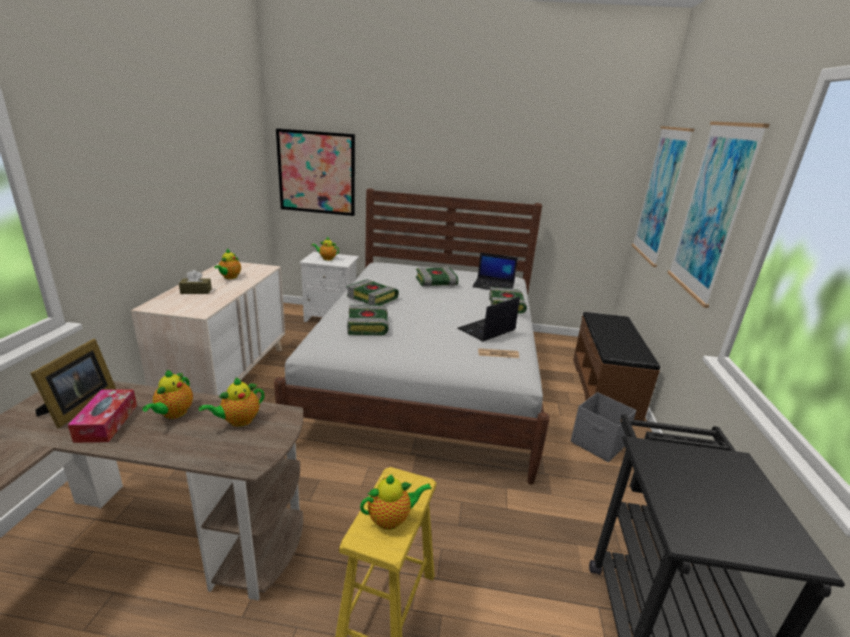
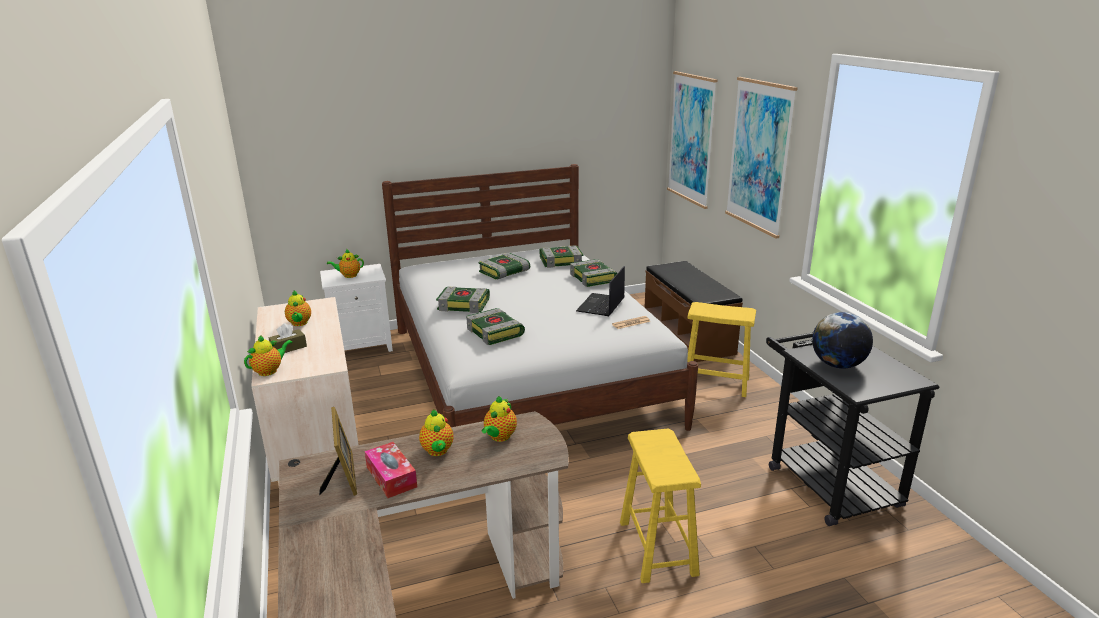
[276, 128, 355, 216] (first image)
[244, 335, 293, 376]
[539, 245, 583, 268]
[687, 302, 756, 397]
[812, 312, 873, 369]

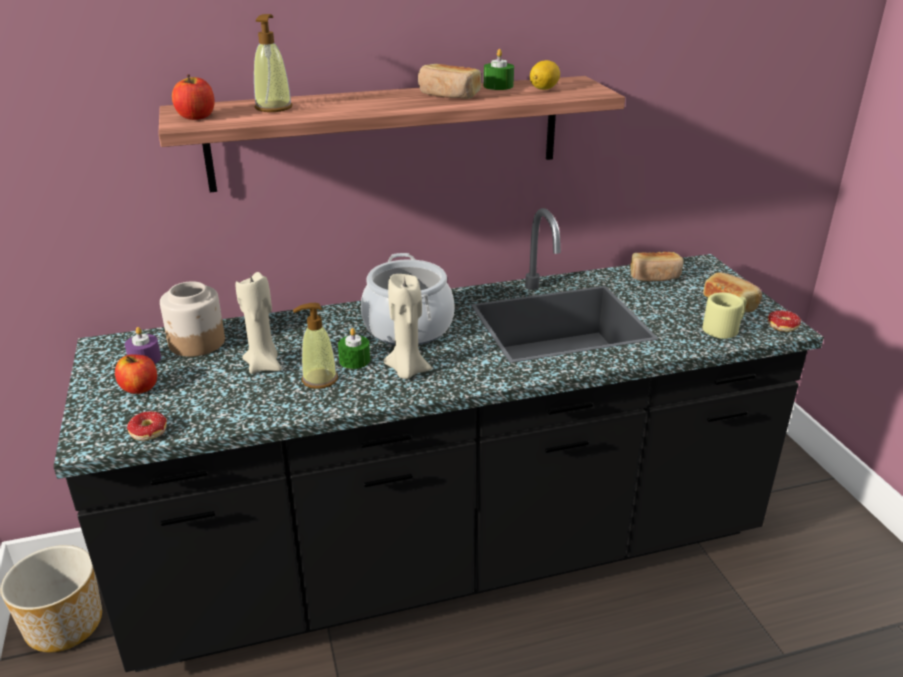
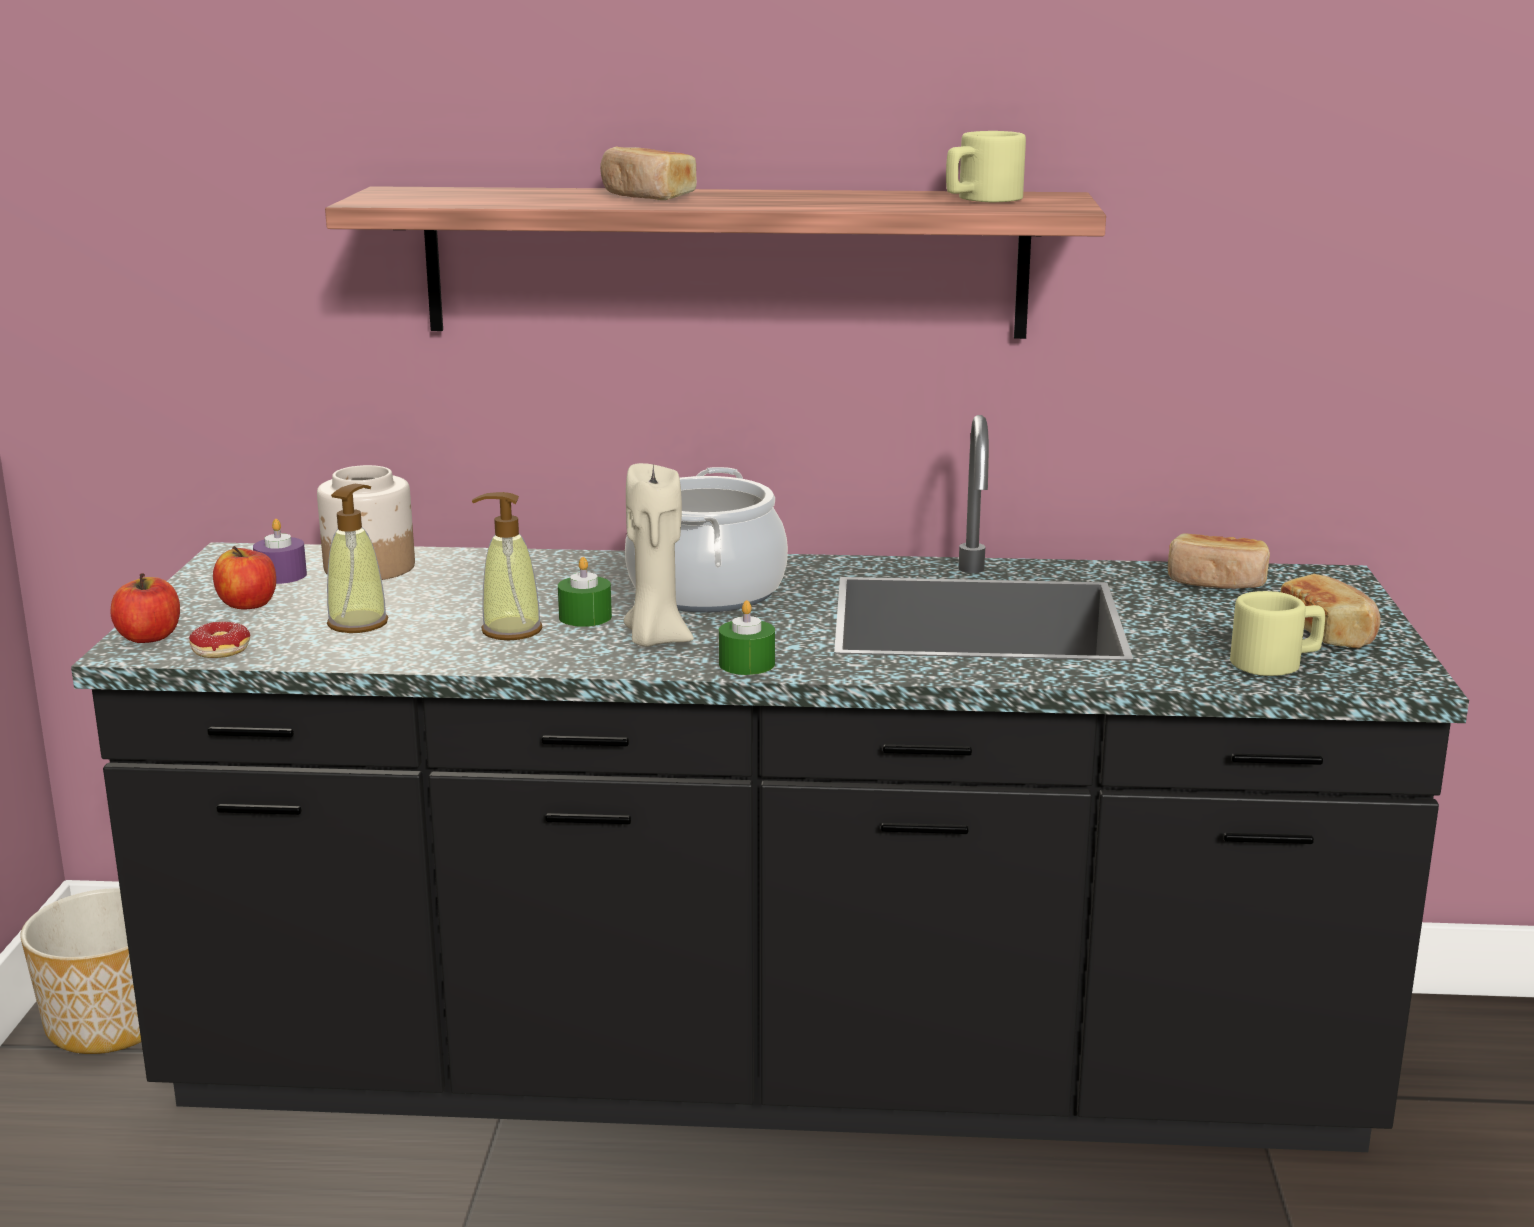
[110, 573, 180, 643]
[236, 272, 282, 374] (first image)
[327, 484, 388, 633]
[600, 146, 697, 200]
[719, 600, 775, 675]
[946, 131, 1026, 202]
[768, 310, 801, 332] (first image)

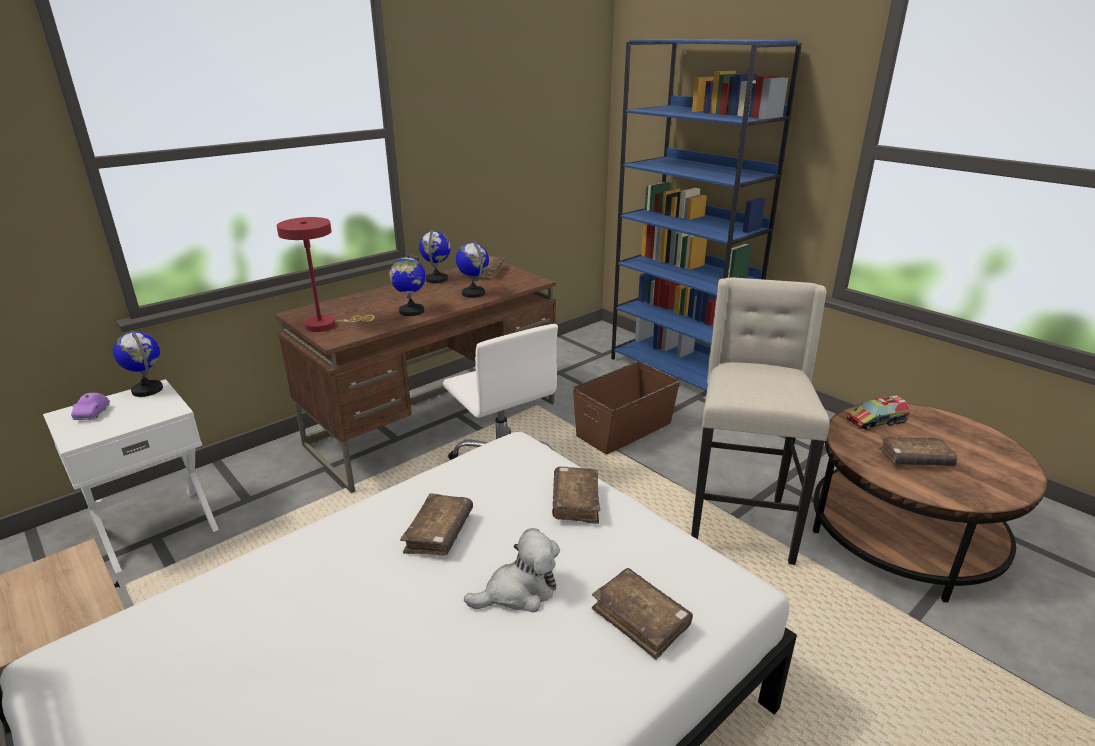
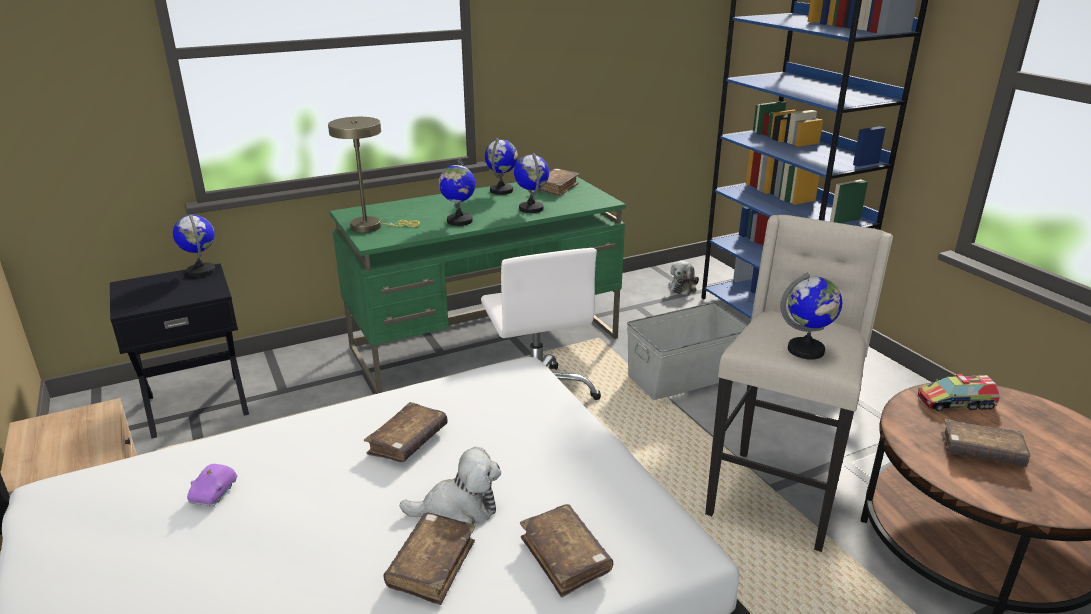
[110, 264, 249, 439]
[187, 464, 237, 507]
[330, 176, 626, 394]
[328, 117, 420, 233]
[384, 513, 476, 605]
[627, 302, 748, 400]
[668, 261, 699, 295]
[781, 273, 842, 360]

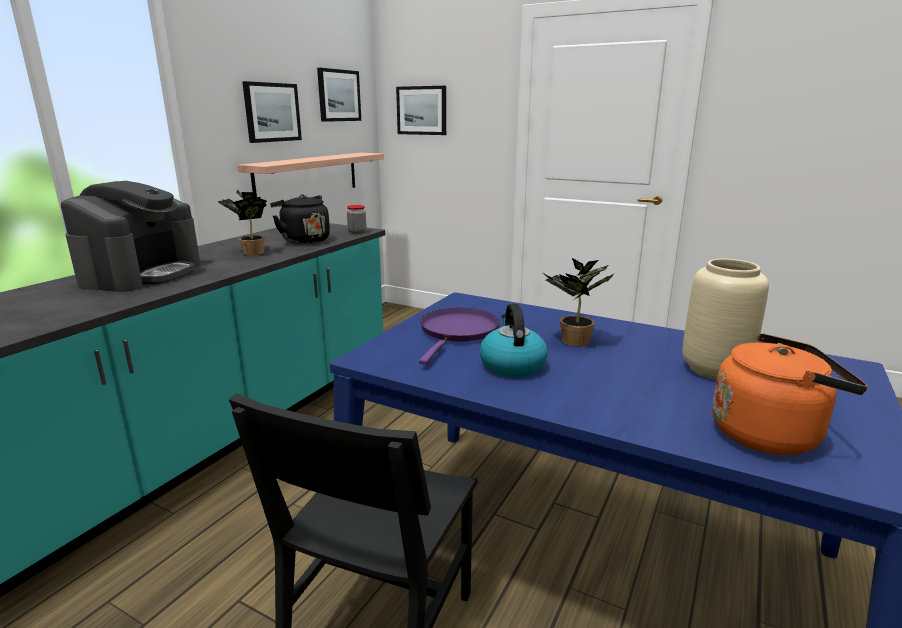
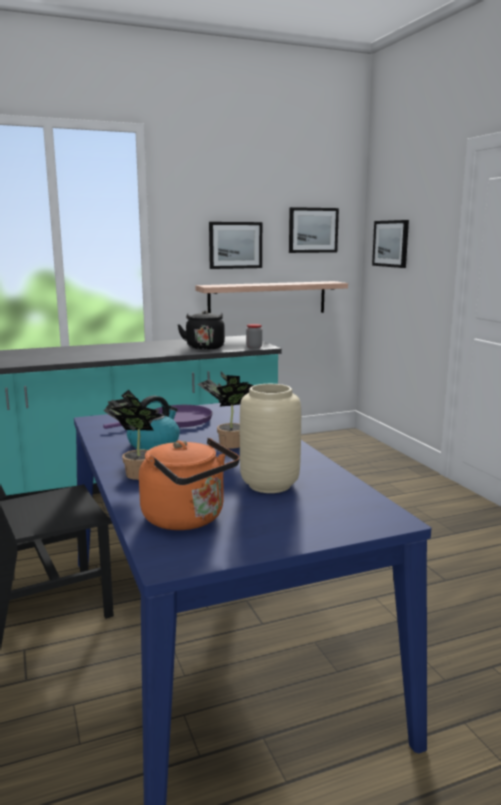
[61, 181, 200, 292] (first image)
[104, 390, 164, 480]

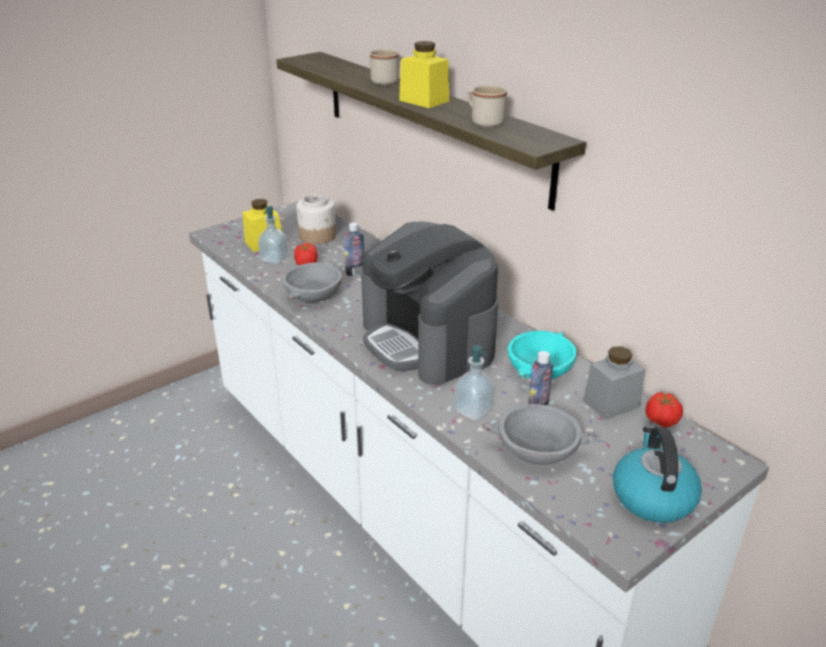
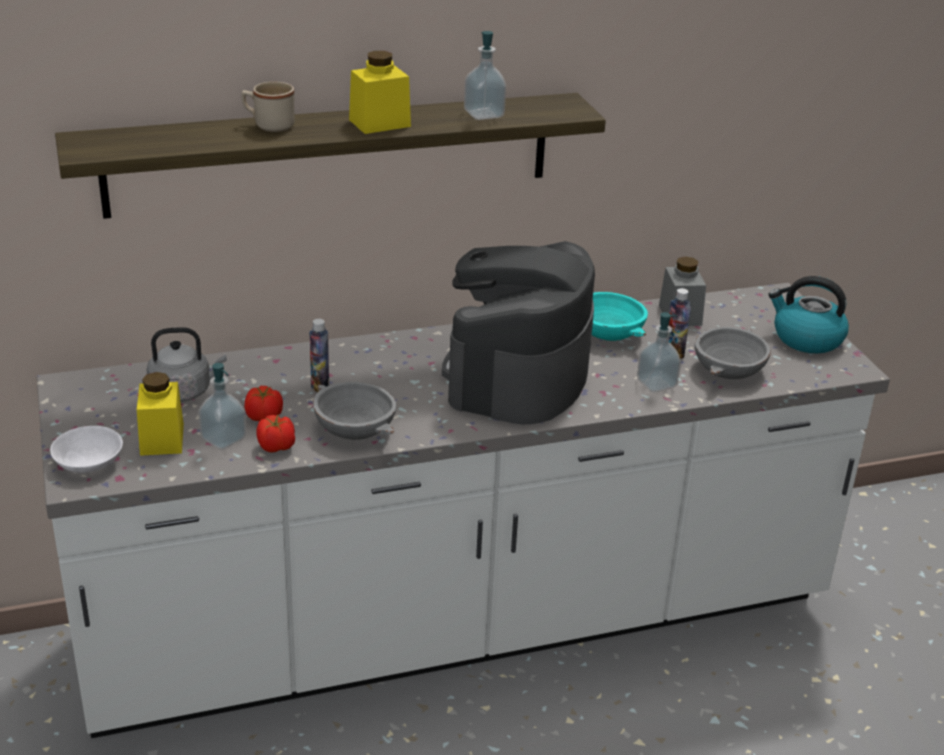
[147, 327, 227, 402]
[442, 241, 595, 425]
[464, 31, 506, 120]
[256, 414, 295, 453]
[50, 426, 123, 473]

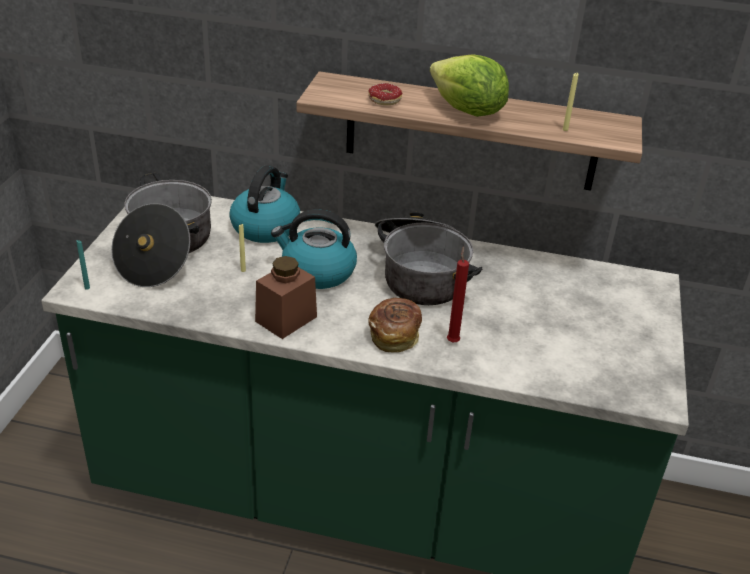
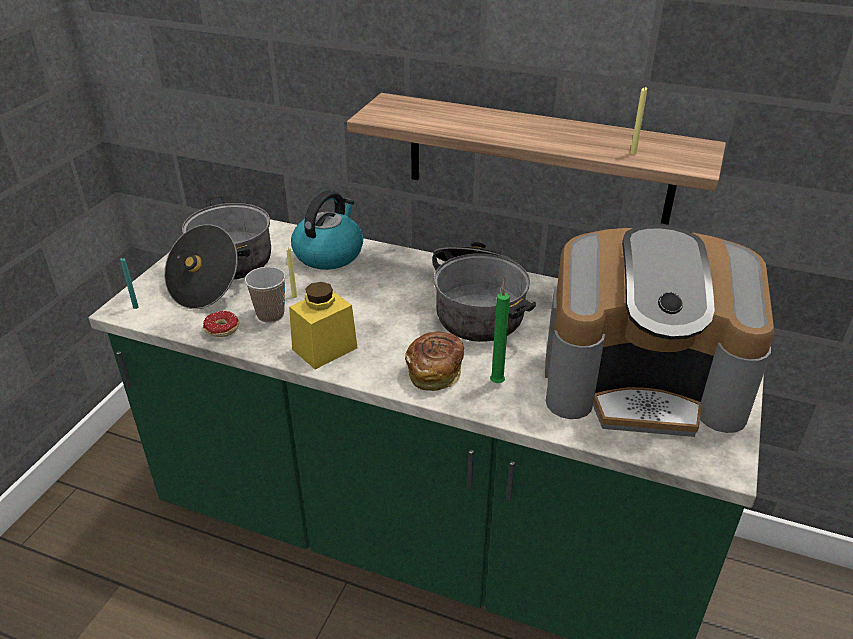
[289, 282, 358, 369]
[271, 209, 357, 289] (first image)
[203, 311, 239, 337]
[430, 54, 509, 117] (first image)
[490, 278, 510, 383]
[245, 267, 286, 323]
[545, 225, 774, 437]

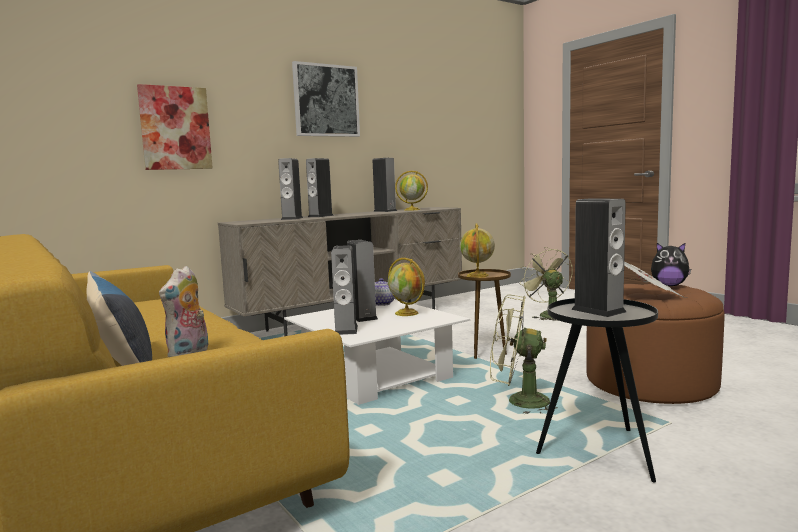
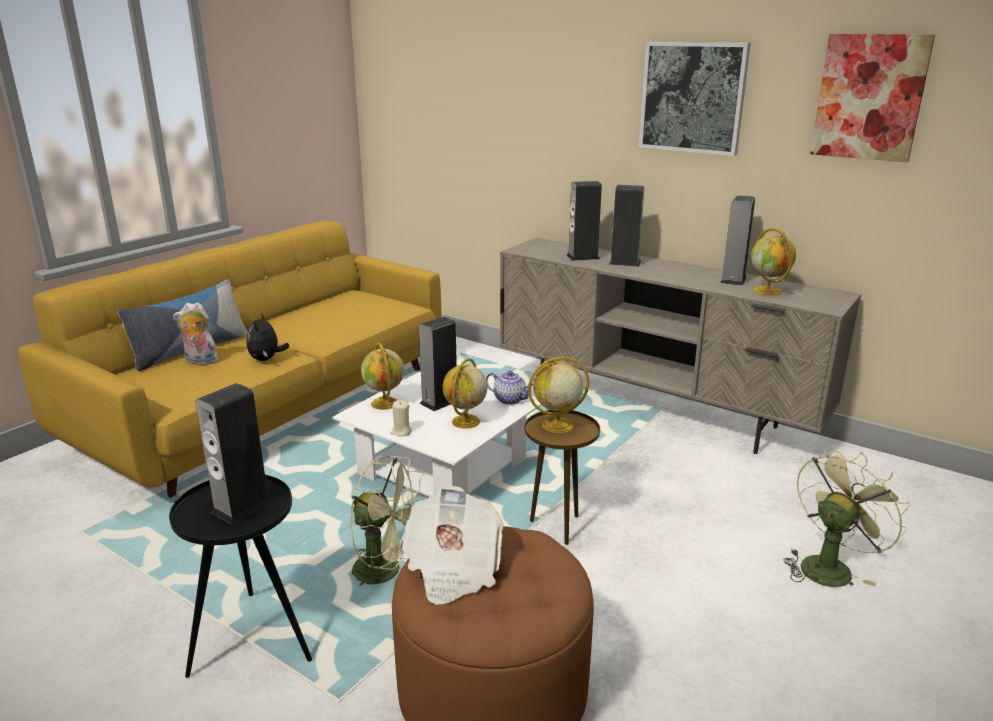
[810, 34, 935, 162]
[361, 343, 404, 410]
[350, 455, 425, 587]
[246, 314, 289, 361]
[390, 400, 412, 436]

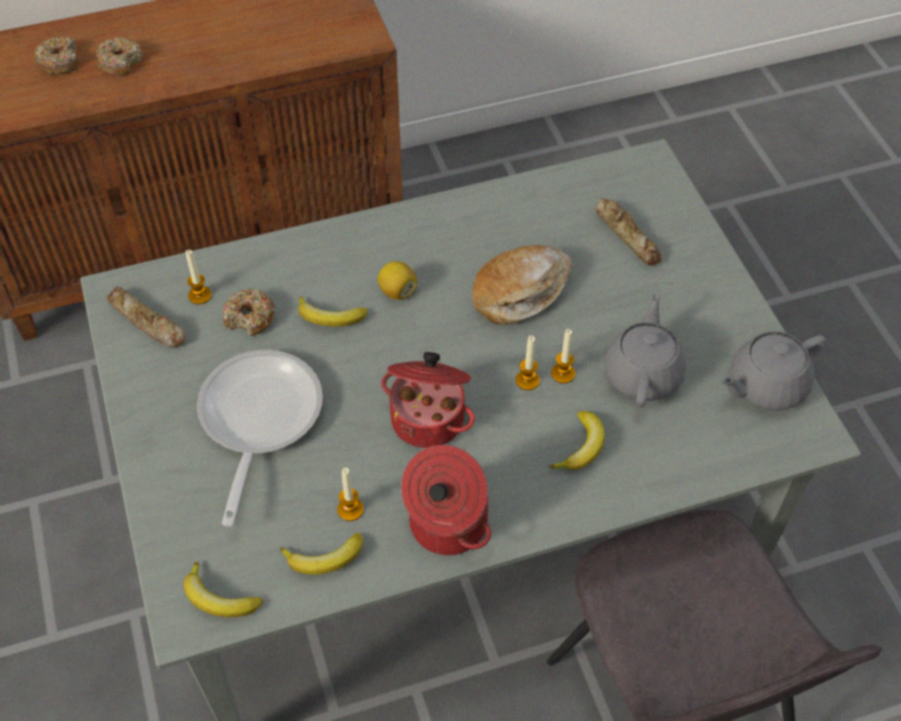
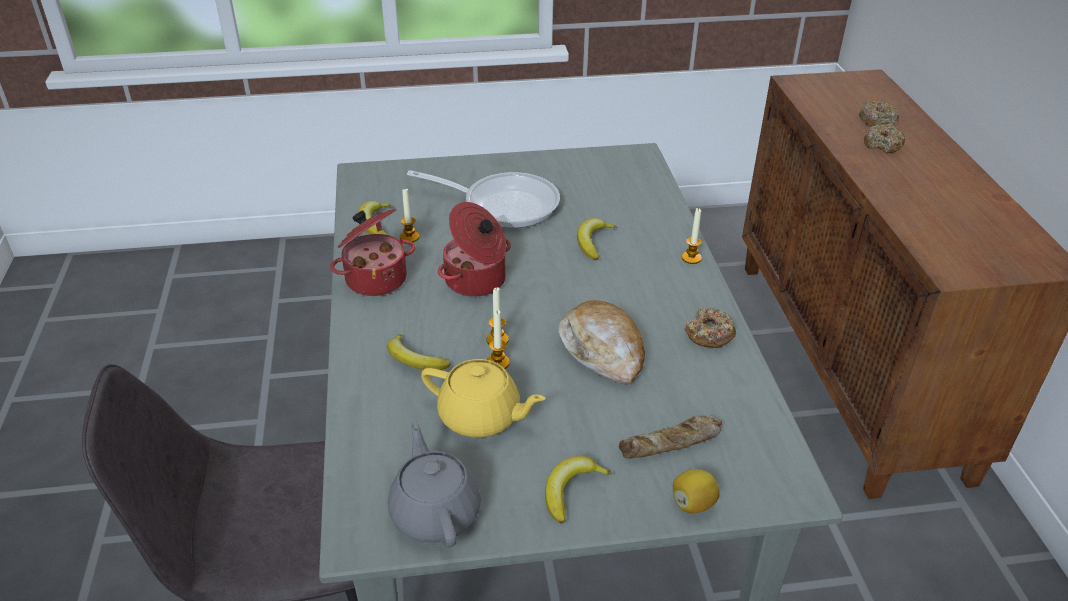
[107, 287, 186, 348] (first image)
[545, 456, 612, 523]
[682, 208, 702, 264]
[684, 307, 736, 348]
[673, 469, 720, 513]
[421, 359, 546, 438]

